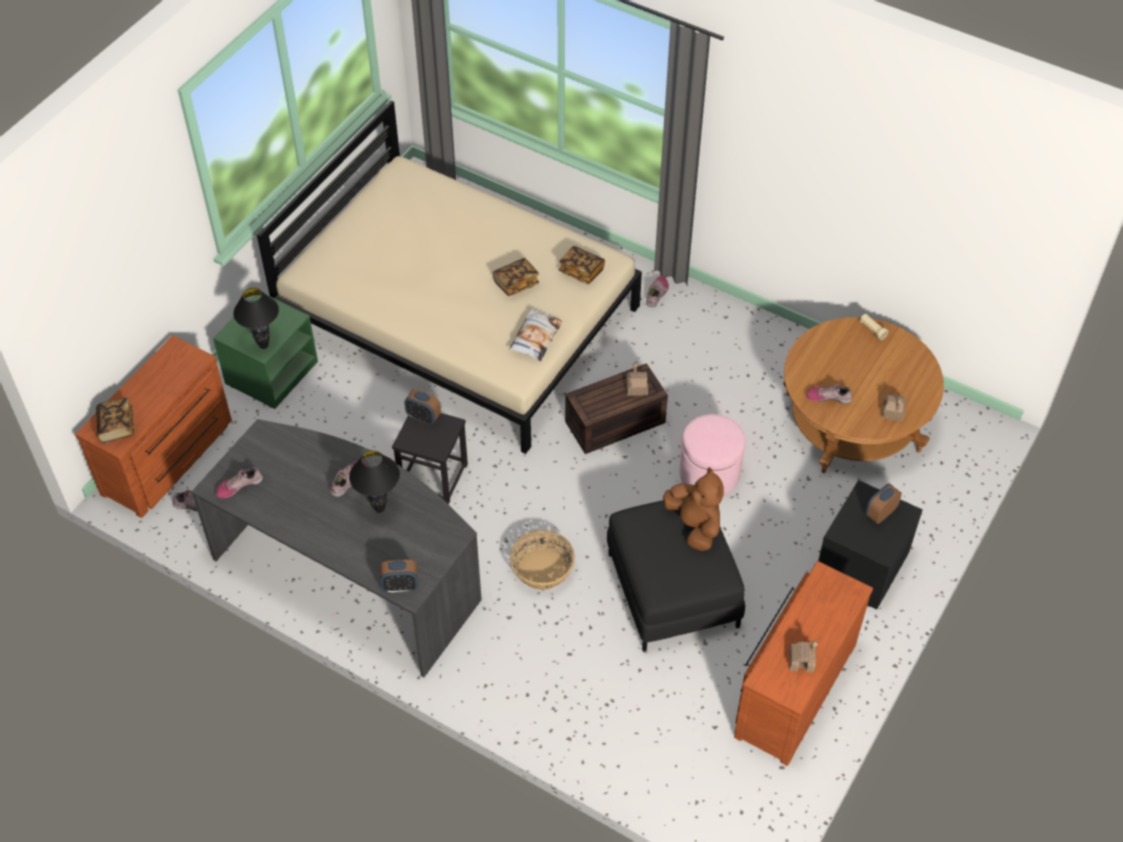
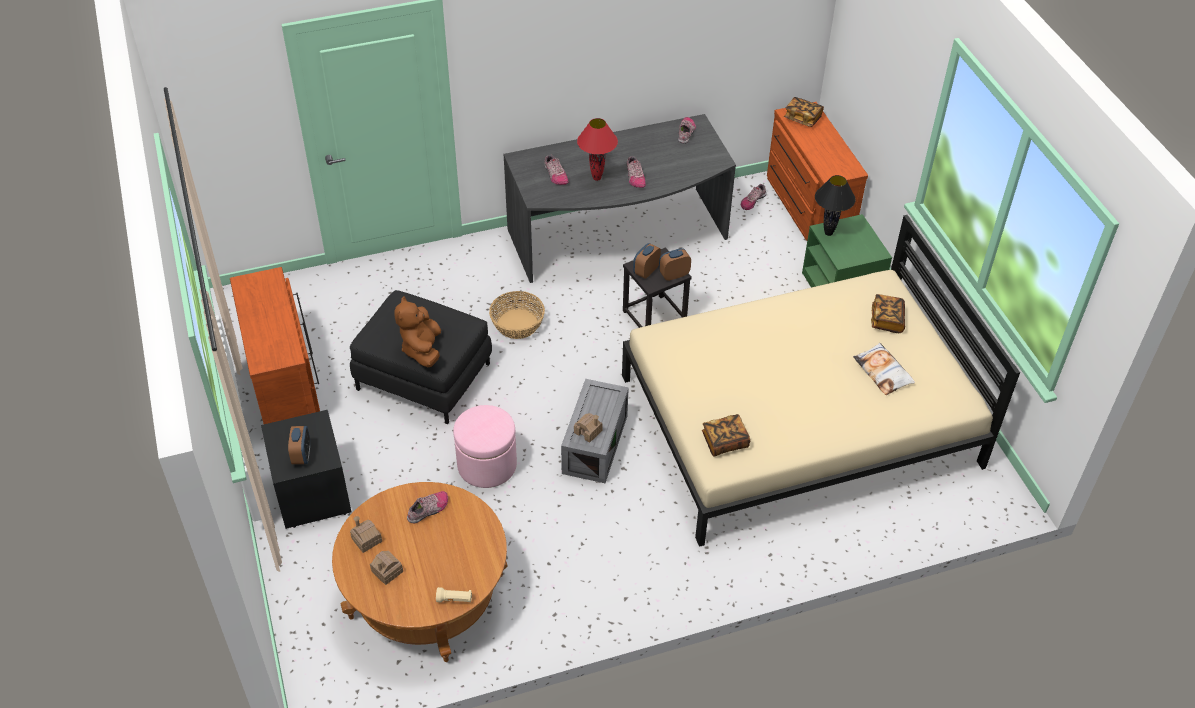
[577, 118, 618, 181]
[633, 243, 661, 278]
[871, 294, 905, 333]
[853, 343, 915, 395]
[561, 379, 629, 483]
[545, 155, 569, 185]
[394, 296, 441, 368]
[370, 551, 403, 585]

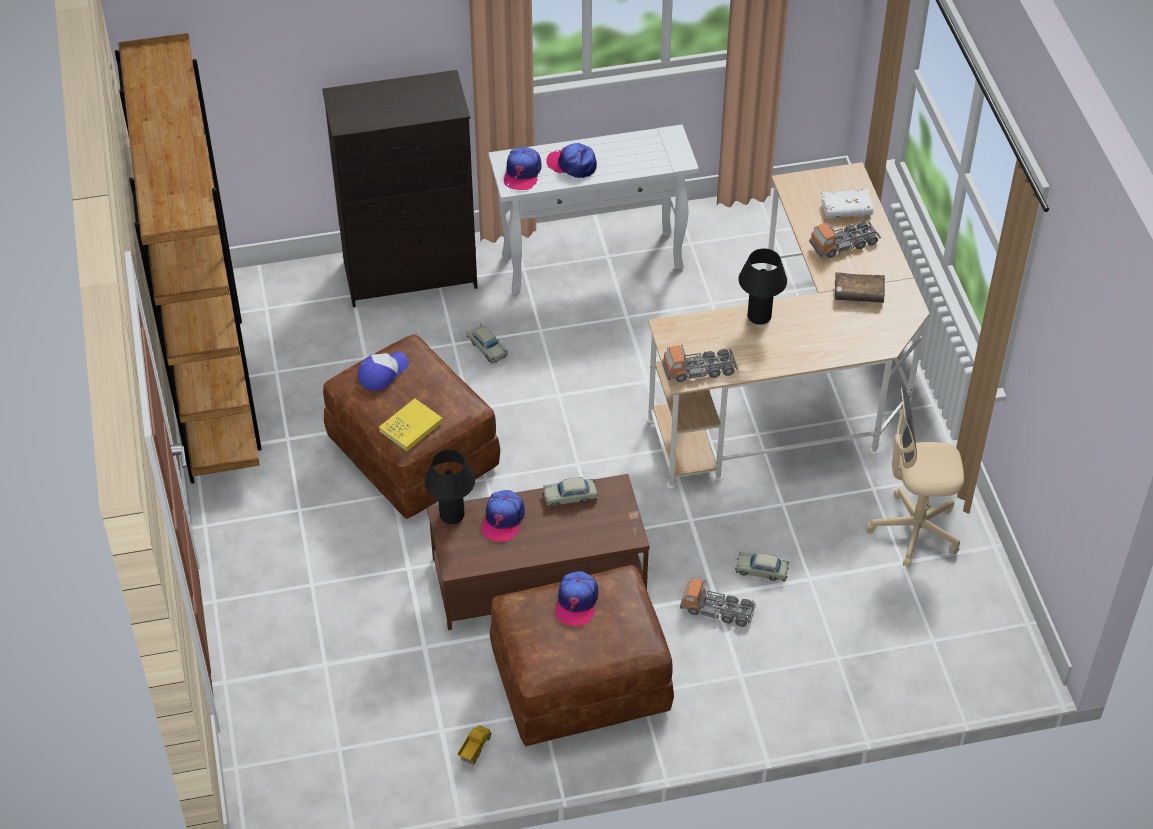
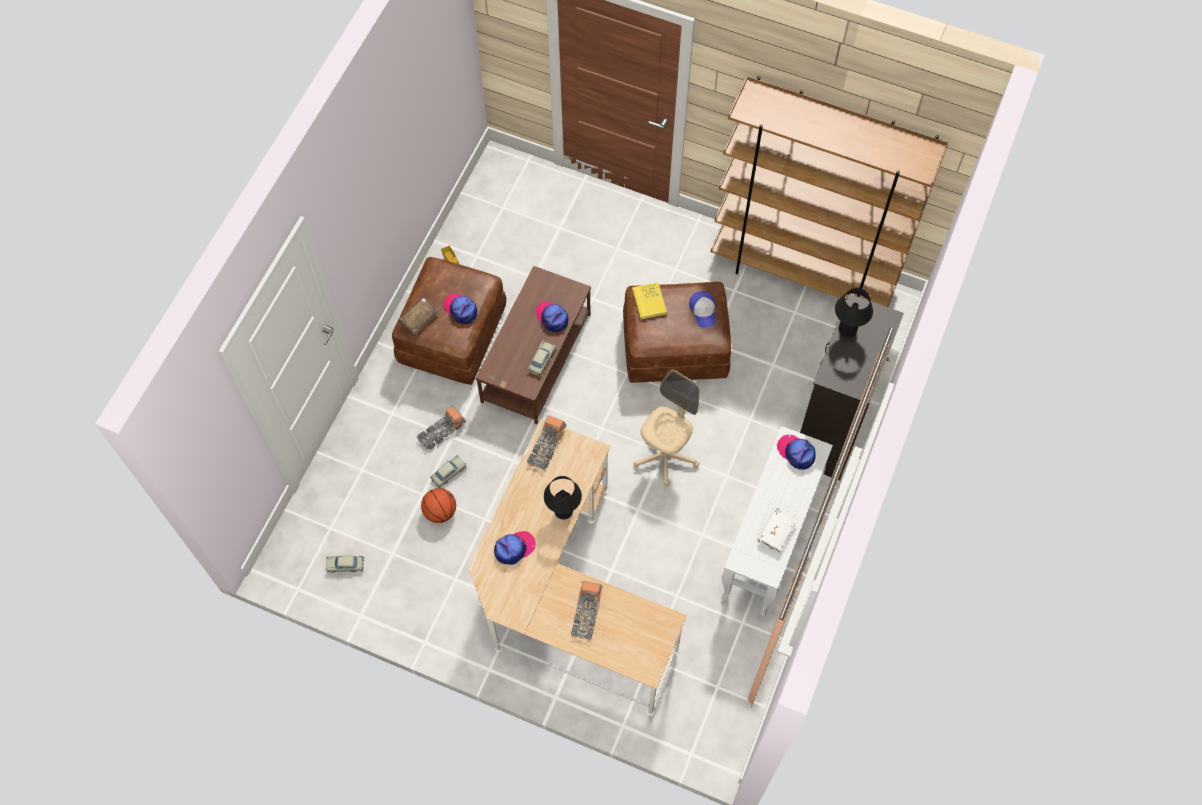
[835, 288, 873, 338]
[325, 556, 364, 573]
[494, 531, 535, 565]
[757, 508, 798, 554]
[398, 297, 439, 336]
[634, 370, 700, 487]
[421, 488, 456, 523]

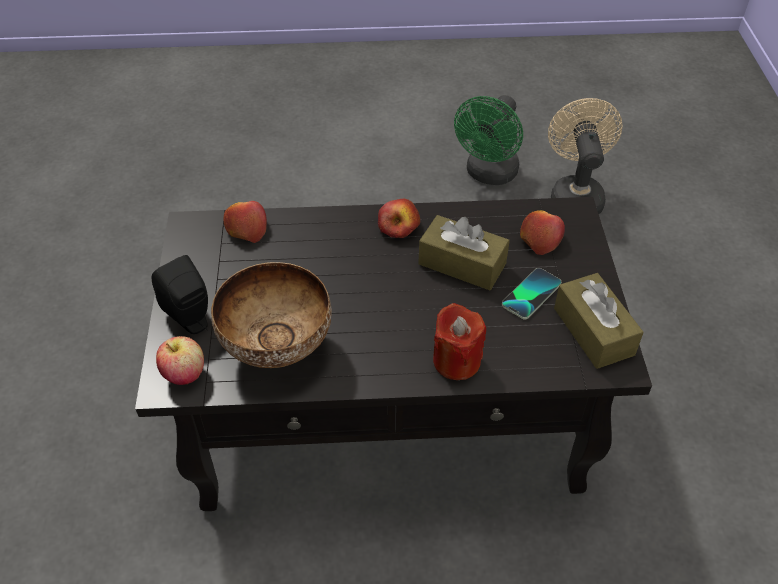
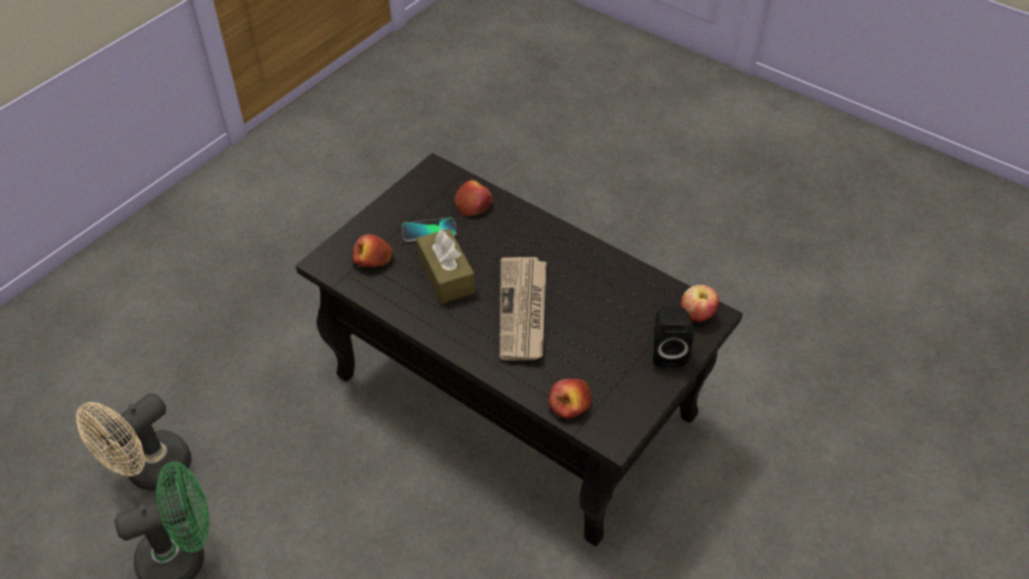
[211, 262, 332, 368] (first image)
[454, 180, 493, 216]
[433, 303, 486, 380] (first image)
[554, 273, 644, 369] (first image)
[500, 257, 546, 360]

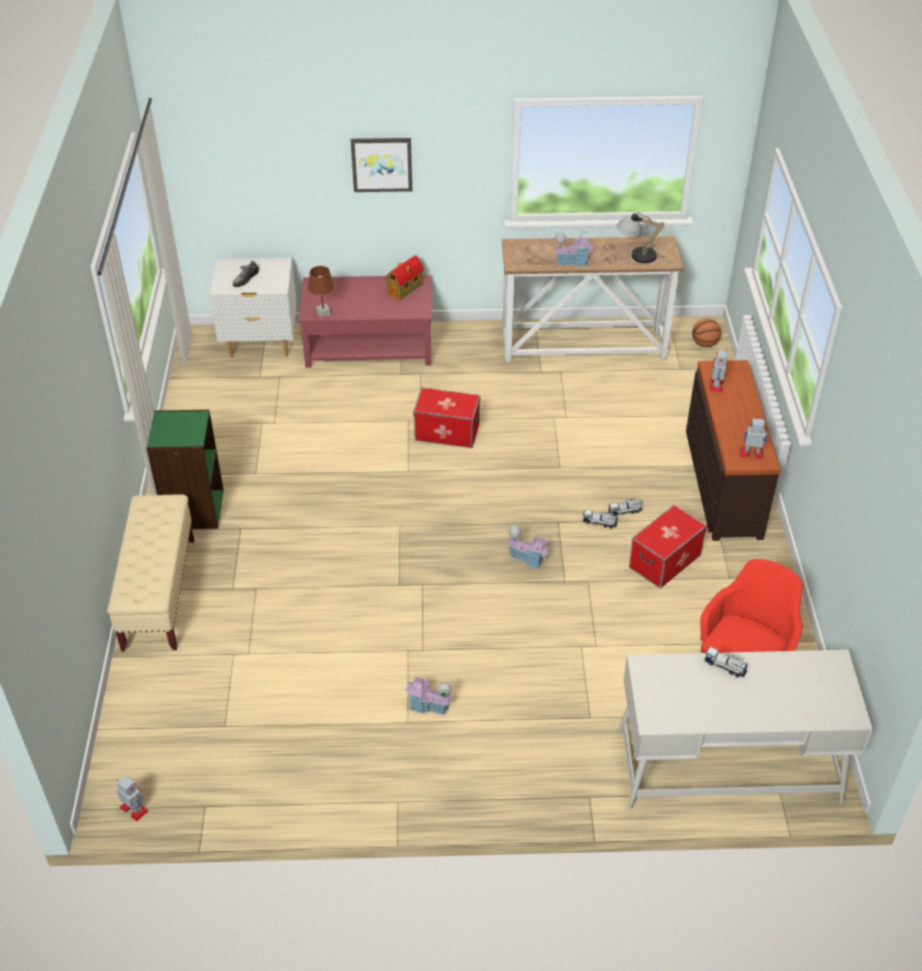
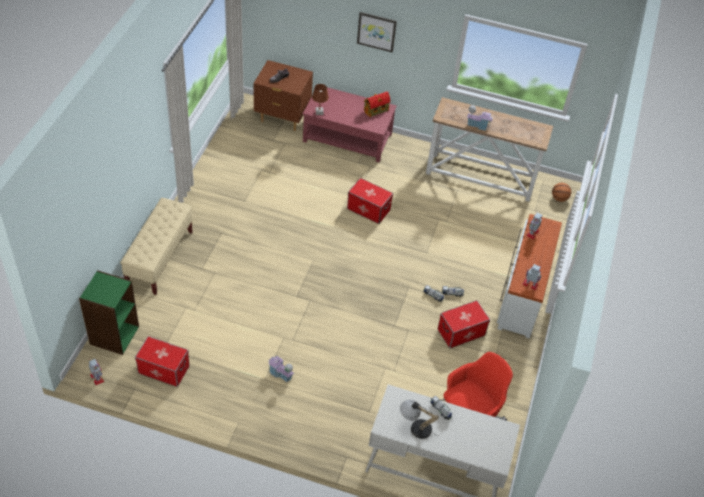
[79, 270, 139, 355]
[253, 60, 313, 131]
[506, 525, 550, 569] (first image)
[400, 400, 439, 439]
[497, 214, 562, 338]
[135, 336, 190, 387]

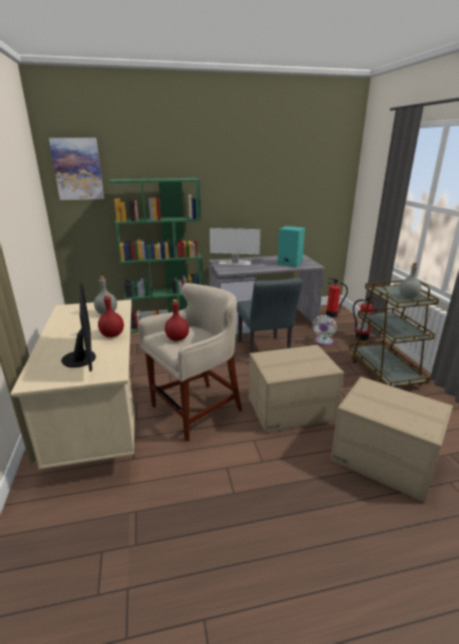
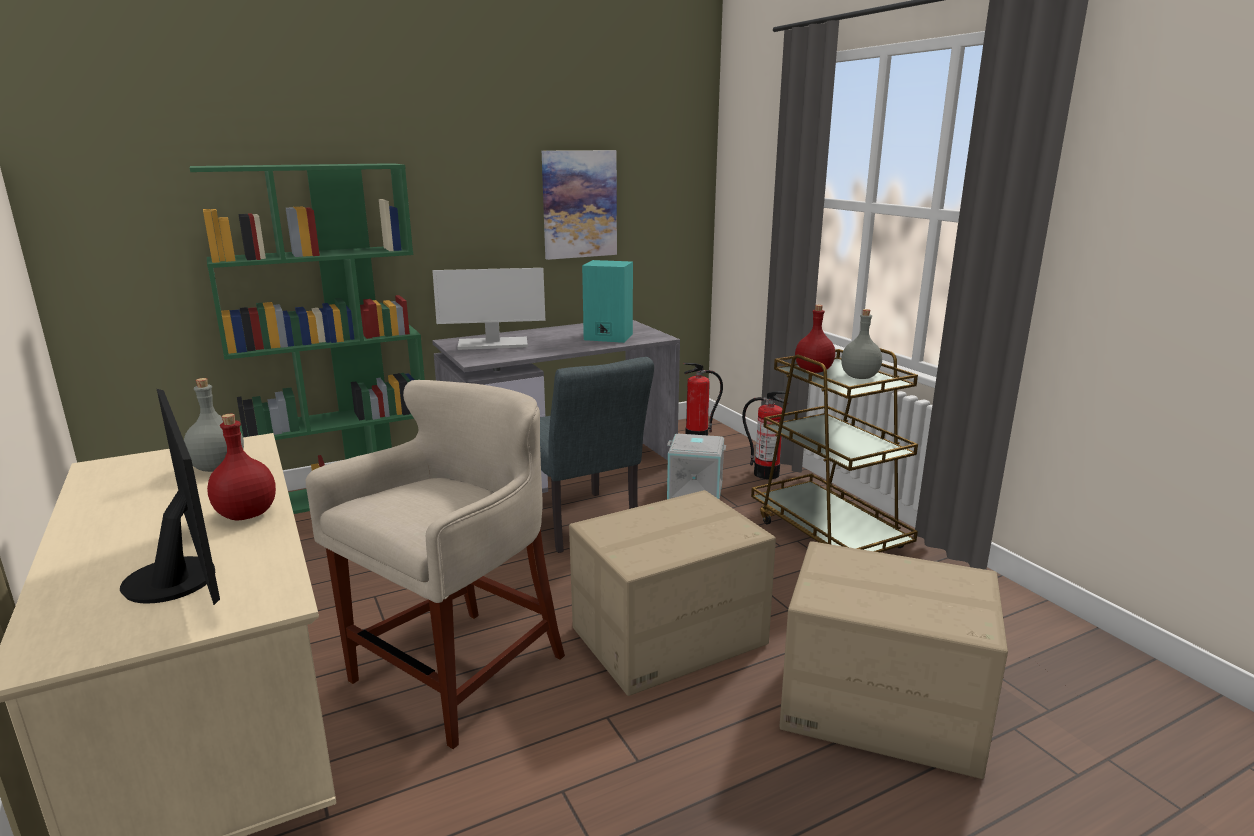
[542, 150, 617, 260]
[795, 305, 835, 373]
[667, 434, 726, 500]

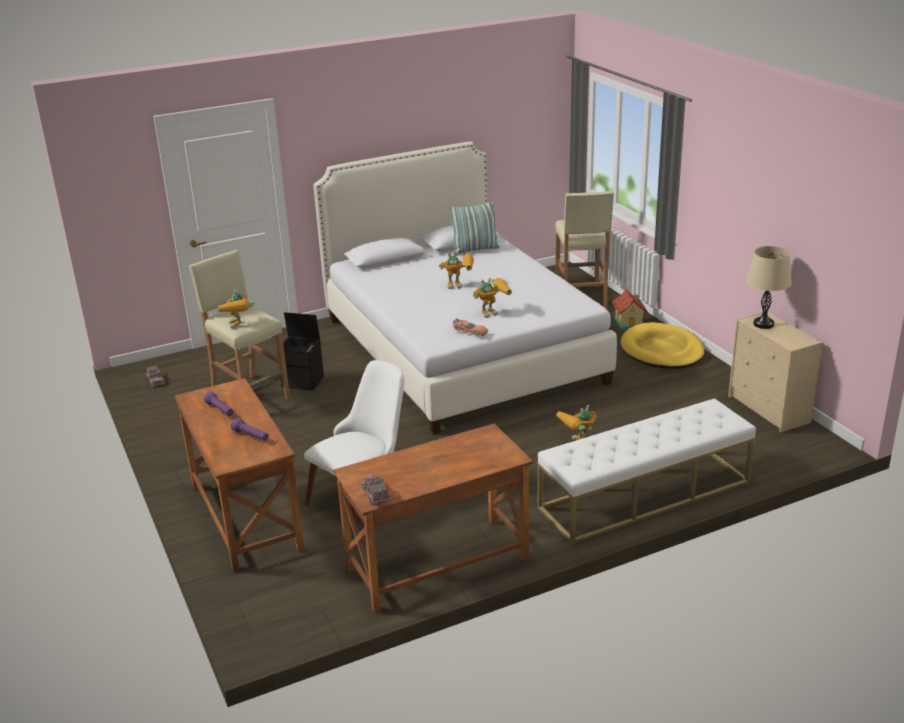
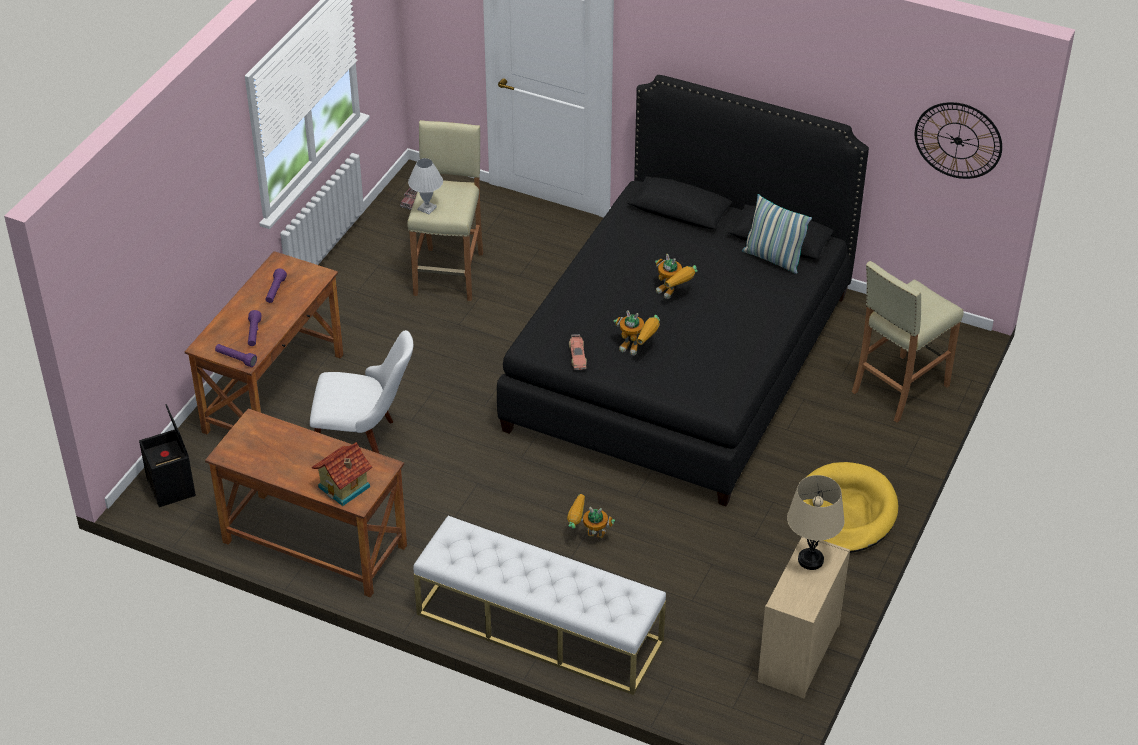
[408, 158, 443, 214]
[139, 404, 196, 507]
[497, 75, 869, 506]
[361, 475, 391, 504] (first image)
[312, 442, 373, 506]
[215, 344, 257, 367]
[915, 102, 1002, 179]

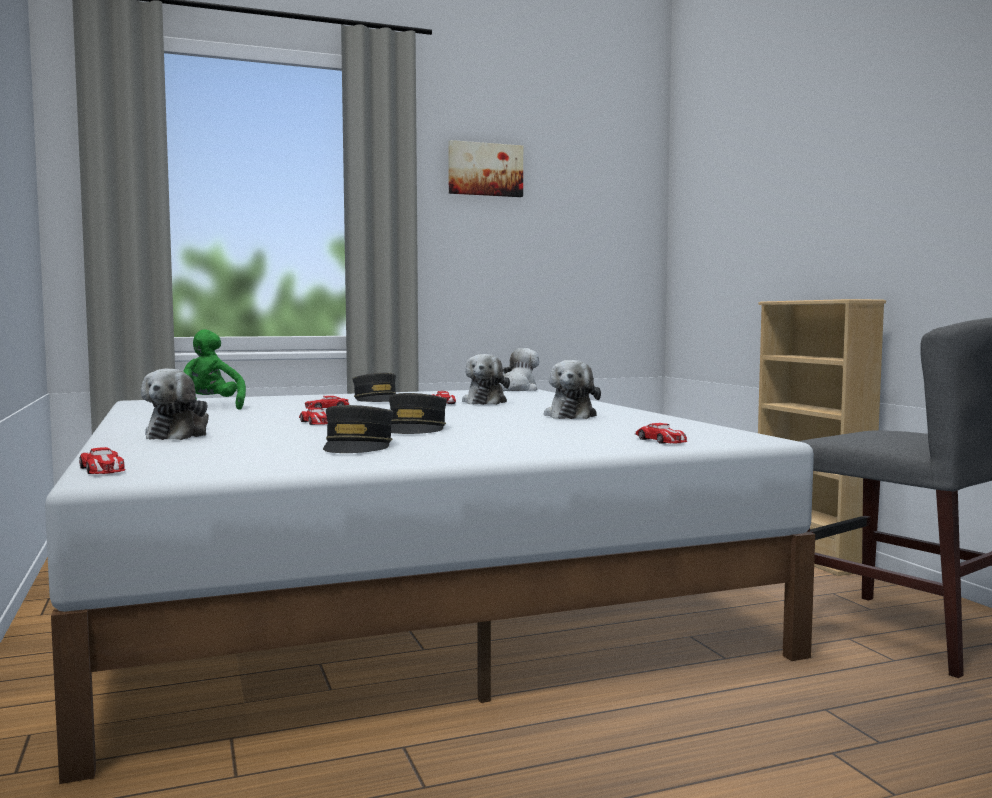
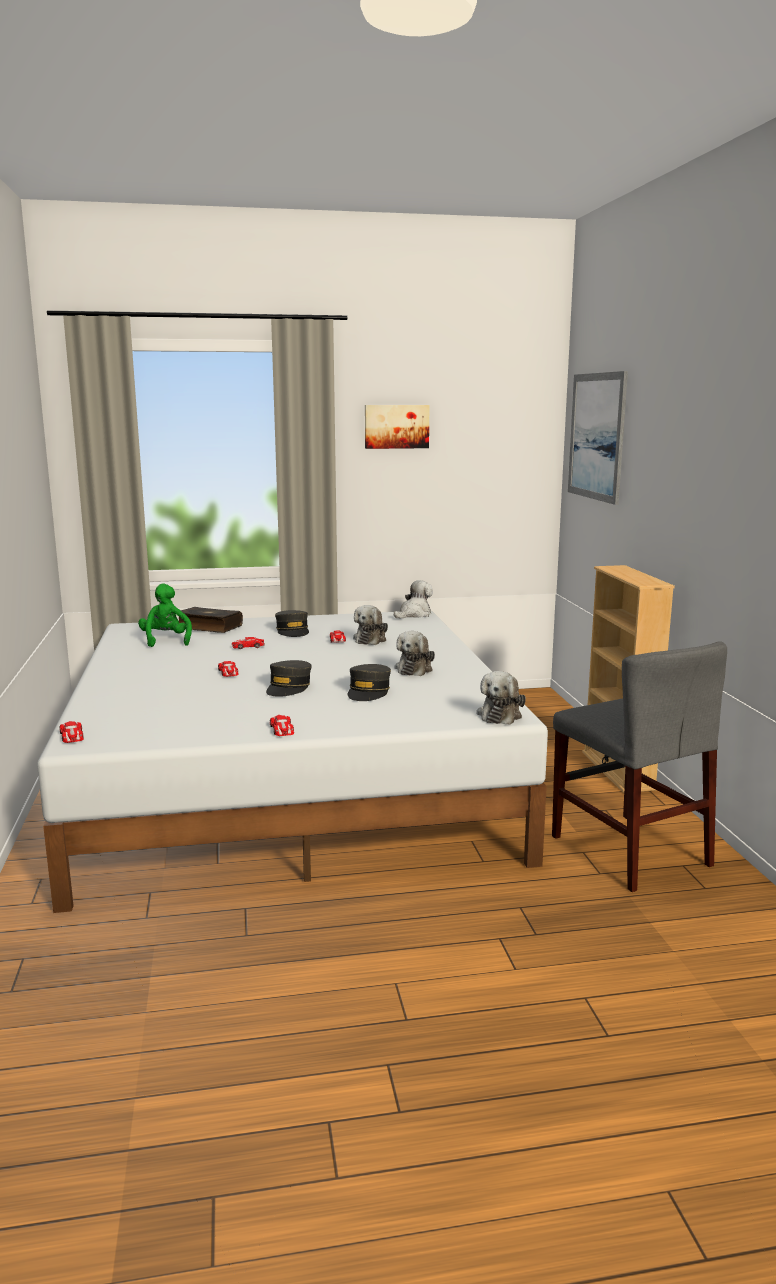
[476, 671, 526, 725]
[348, 664, 391, 701]
[270, 715, 294, 736]
[179, 607, 243, 633]
[568, 371, 628, 505]

